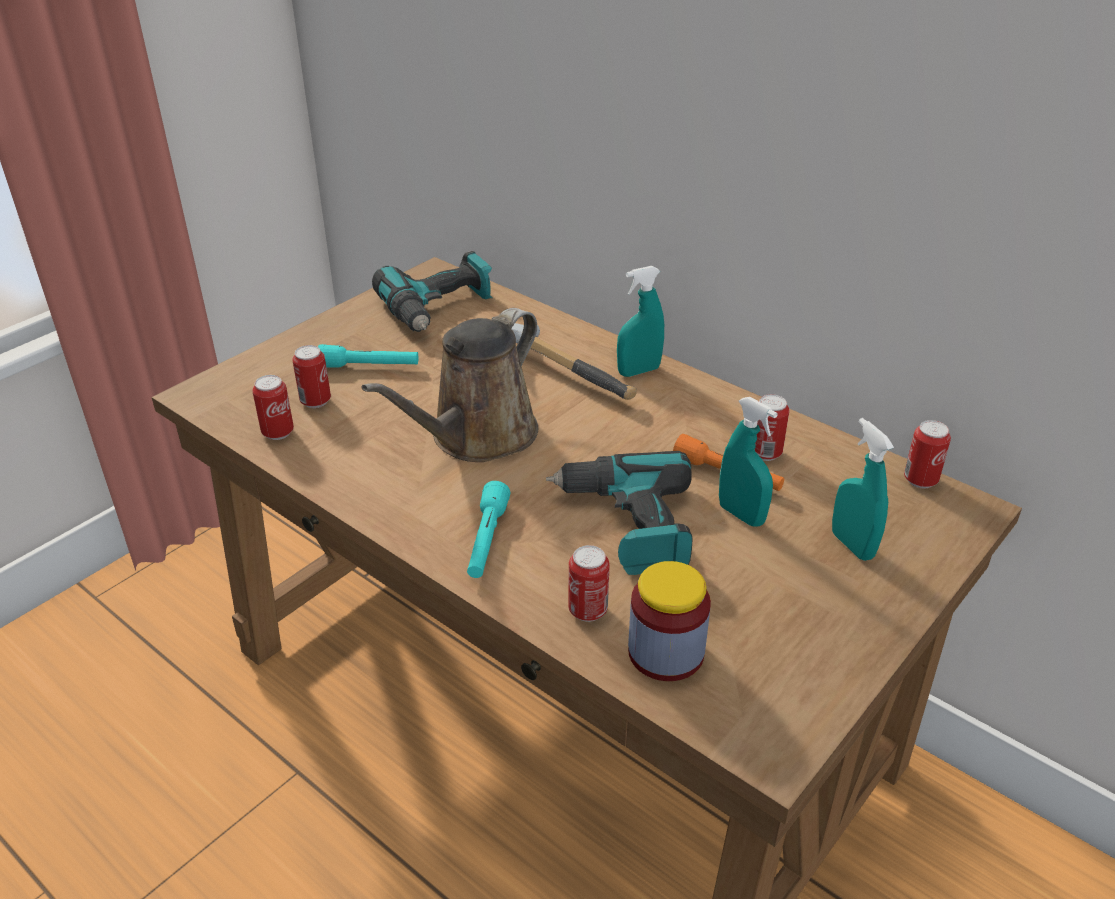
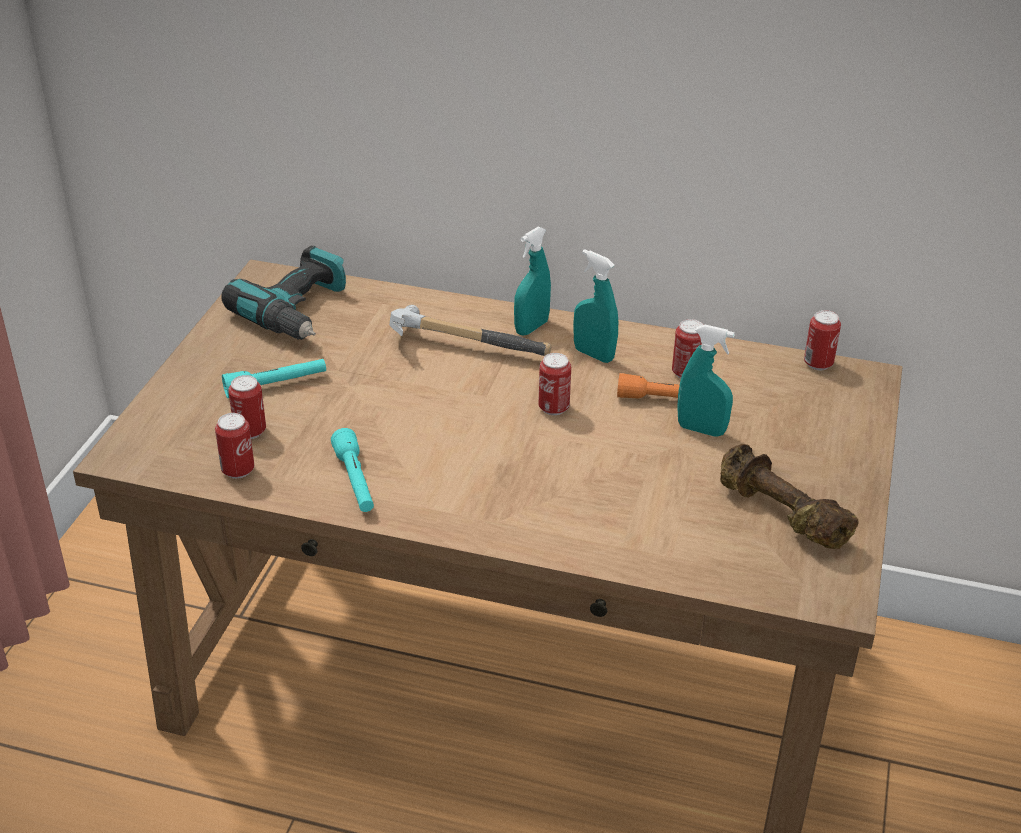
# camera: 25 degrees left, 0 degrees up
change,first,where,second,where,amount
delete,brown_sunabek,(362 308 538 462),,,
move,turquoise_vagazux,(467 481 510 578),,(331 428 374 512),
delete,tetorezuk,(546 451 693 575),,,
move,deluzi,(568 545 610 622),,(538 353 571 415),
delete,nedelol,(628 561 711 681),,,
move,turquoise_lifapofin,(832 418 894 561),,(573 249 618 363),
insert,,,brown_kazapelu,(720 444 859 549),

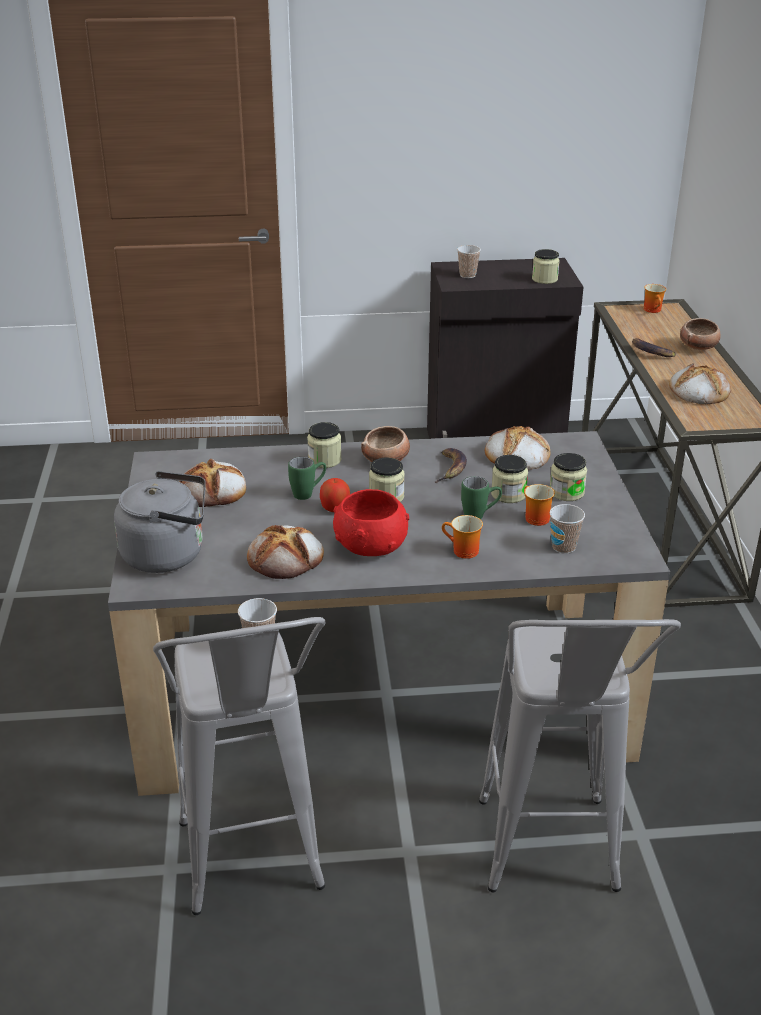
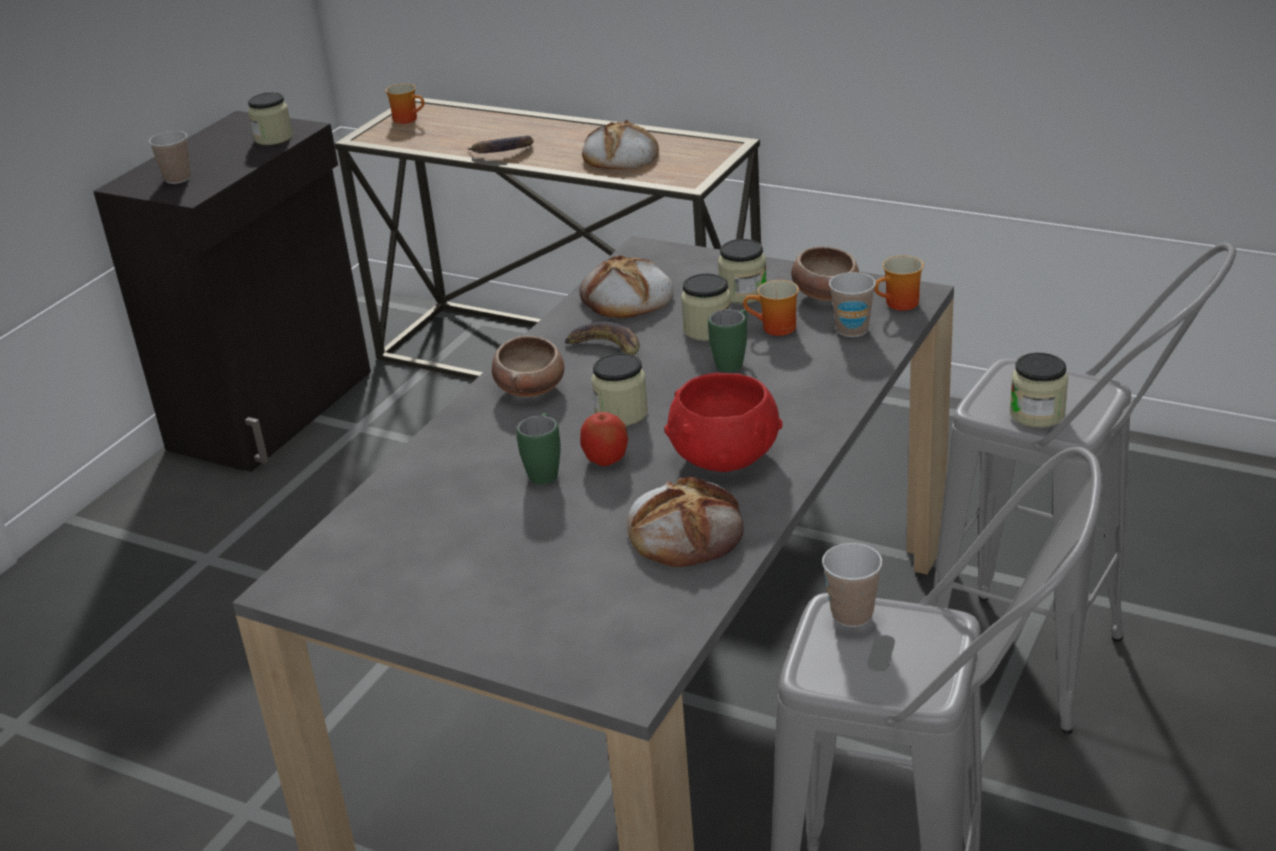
# camera: 55 degrees left, 0 degrees up
change,first,where,second,where,amount
delete,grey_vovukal,(114 471 206 573),,,
delete,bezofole,(179 459 246 507),,,
move,nedelol,(307 422 342 468),,(1010 353 1068 428),
move,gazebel,(442 515 483 559),,(874 255 924 311),
move,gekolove,(680 318 720 350),,(791 246 859 301),

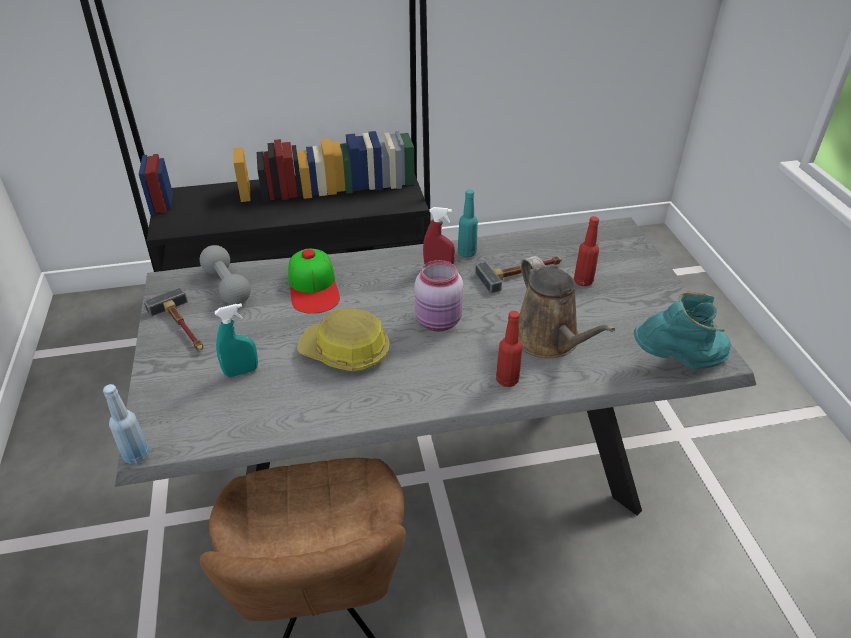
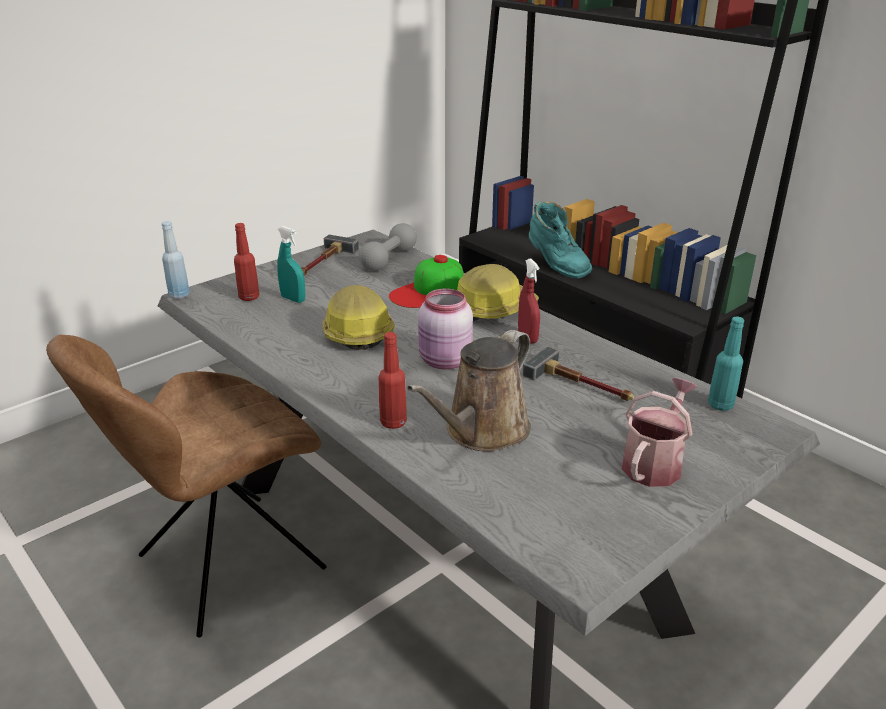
# camera: 60 degrees right, 10 degrees down
change,first,where,second,where,amount
move,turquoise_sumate,(458 190 478 257),,(708 317 744 411),
move,red_sumate,(574 216 599 286),,(234 223 259 301),
move,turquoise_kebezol,(634 292 731 369),,(529 201 592 278),
insert,,,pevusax,(457 264 539 321),
insert,,,sunabek,(622 378 697 487),

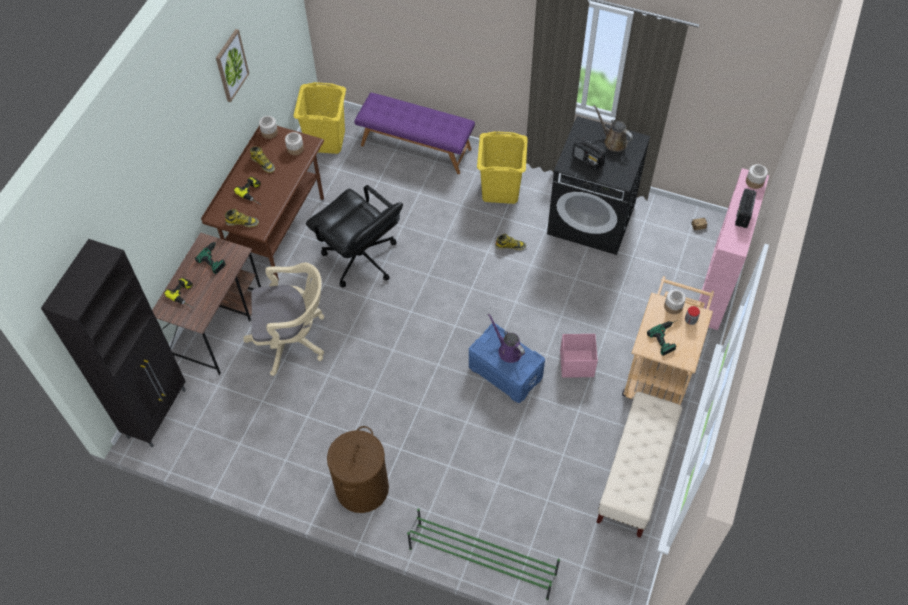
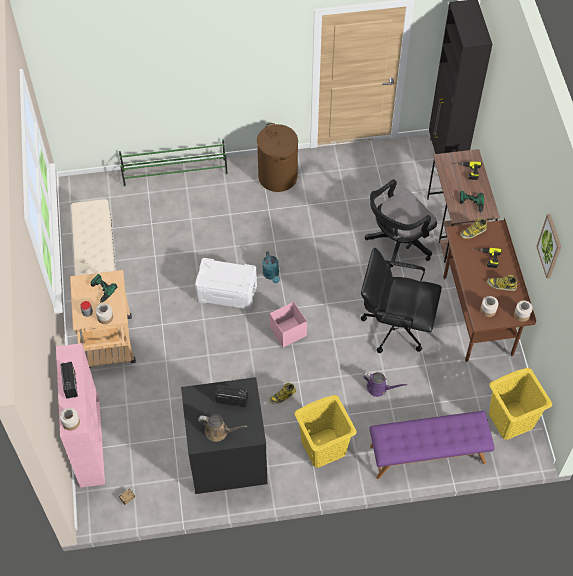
# camera: 150 degrees right, 0 degrees up
change,first,where,second,where,amount
recolor,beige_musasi,(243 263 324 376),black_musasi,(365 179 437 268),
recolor,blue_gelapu,(469 323 545 403),white_gelapu,(195 258 257 310),
move,purple_sunabek,(488 314 525 363),,(363 372 407 397),
move,pink_gelapu,(560 334 598 378),,(270 302 307 347),
insert,,,turquoise_sunabek,(262 251 280 283),

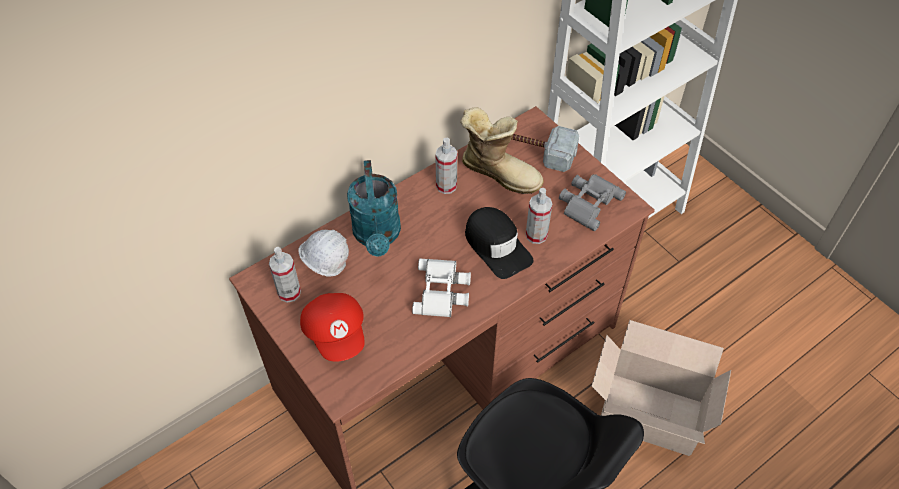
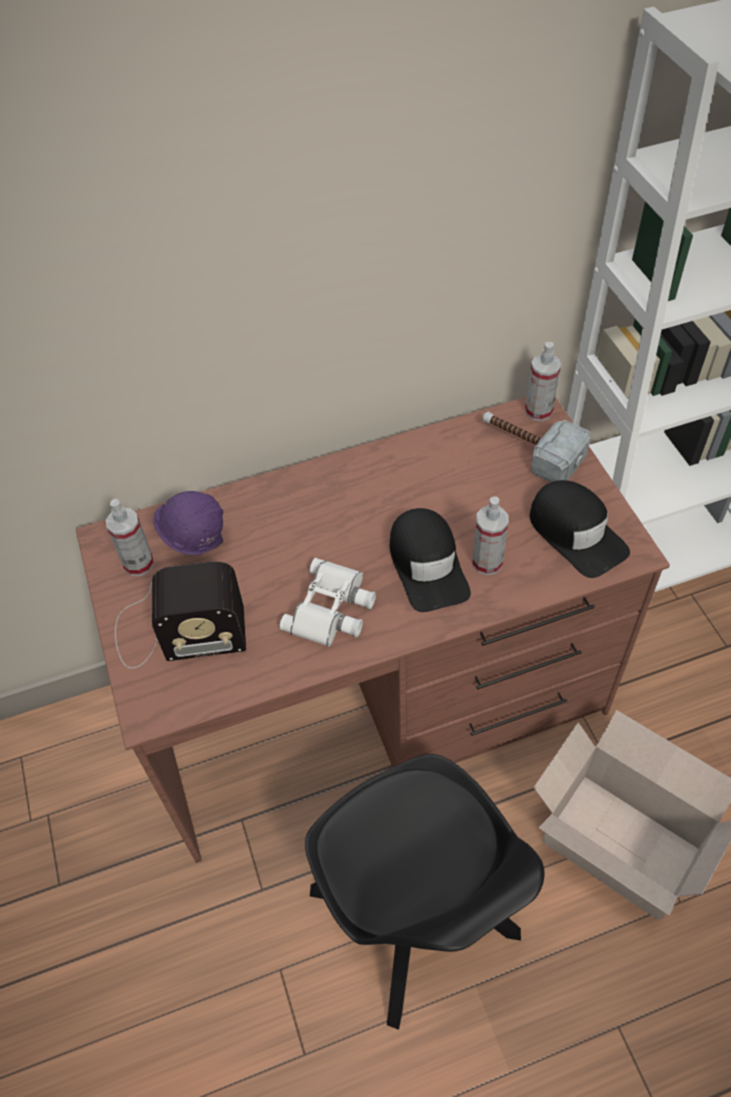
# camera: 20 degrees right, 0 degrees up
change,first,where,second,where,amount
recolor,white_pevusax,(298 230 349 277),purple_pevusax,(153 491 224 555),
replace,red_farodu,(300 293 365 362),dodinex,(115 561 246 669),
delete,turquoise_sunabek,(347 160 401 257),,,
move,lifapofin,(435 138 457 194),,(525 342 561 421),
delete,kebezol,(460 107 544 194),,,
replace,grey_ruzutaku,(559 174 626 231),black_farodu,(530 480 630 578),

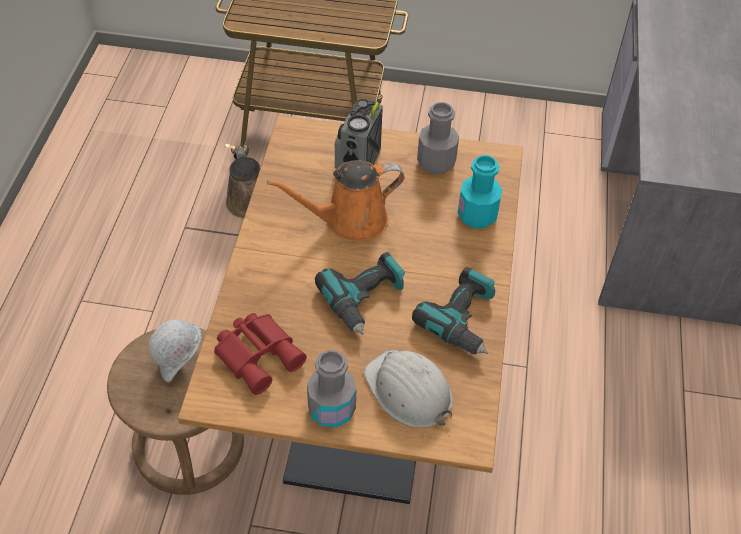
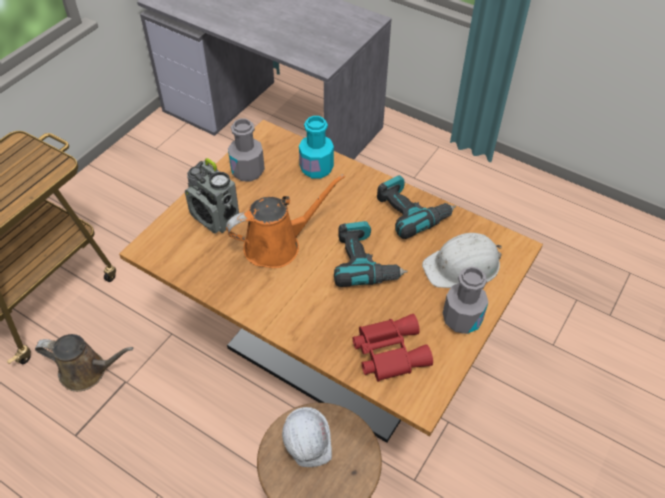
# camera: 65 degrees left, 0 degrees up
change,first,where,second,where,amount
rotate,orange_sunabek,(267 160 405 241),,(226 174 345 268),120 degrees counterclockwise

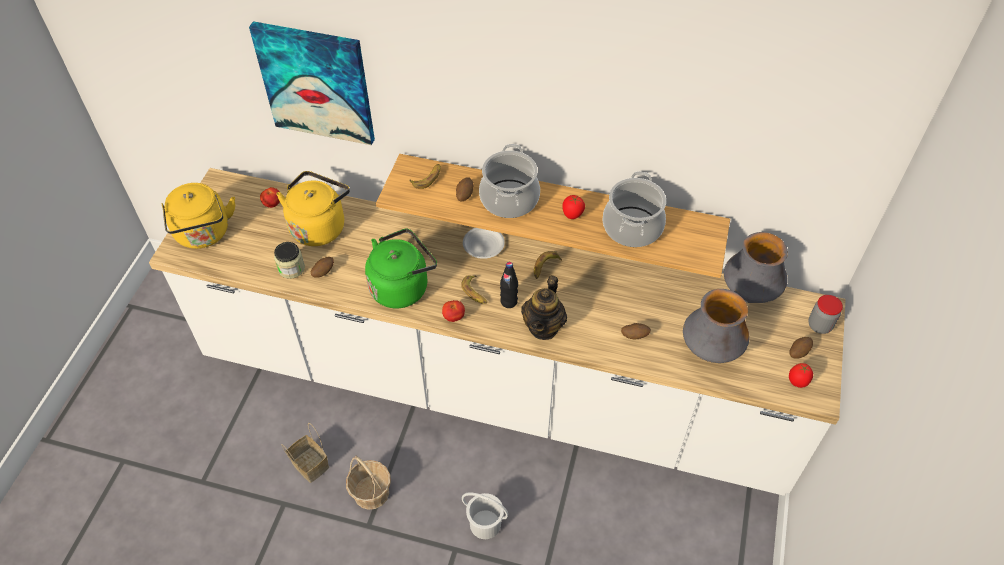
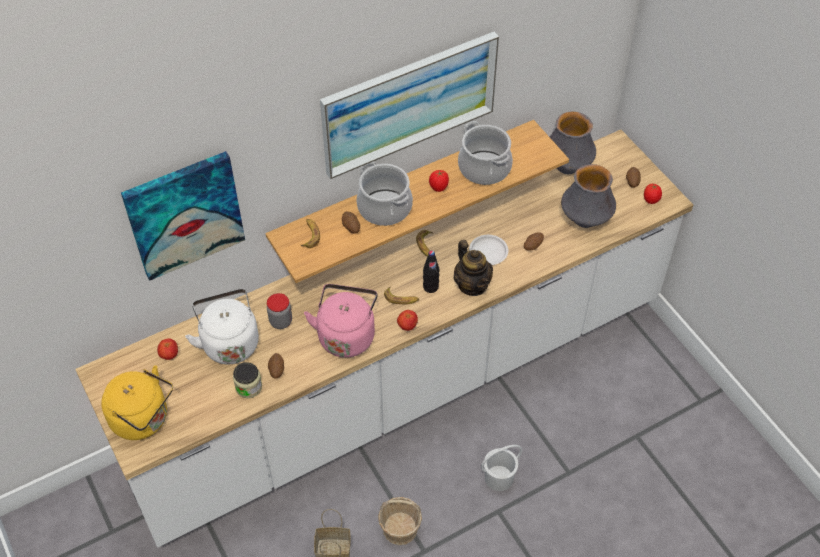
# camera: 45 degrees left, 0 degrees up
change,first,where,second,where,amount
recolor,yellow_vovukal,(276 171 350 246),white_vovukal,(185 289 259 364),
recolor,green_vovukal,(365 228 437 309),pink_vovukal,(304 284 378 358),
move,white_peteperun,(463 228 505 259),,(469 235 508 265),
move,nedelol,(808 295 843 334),,(267 293 292 329),
insert,,,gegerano,(320 32 499 179),

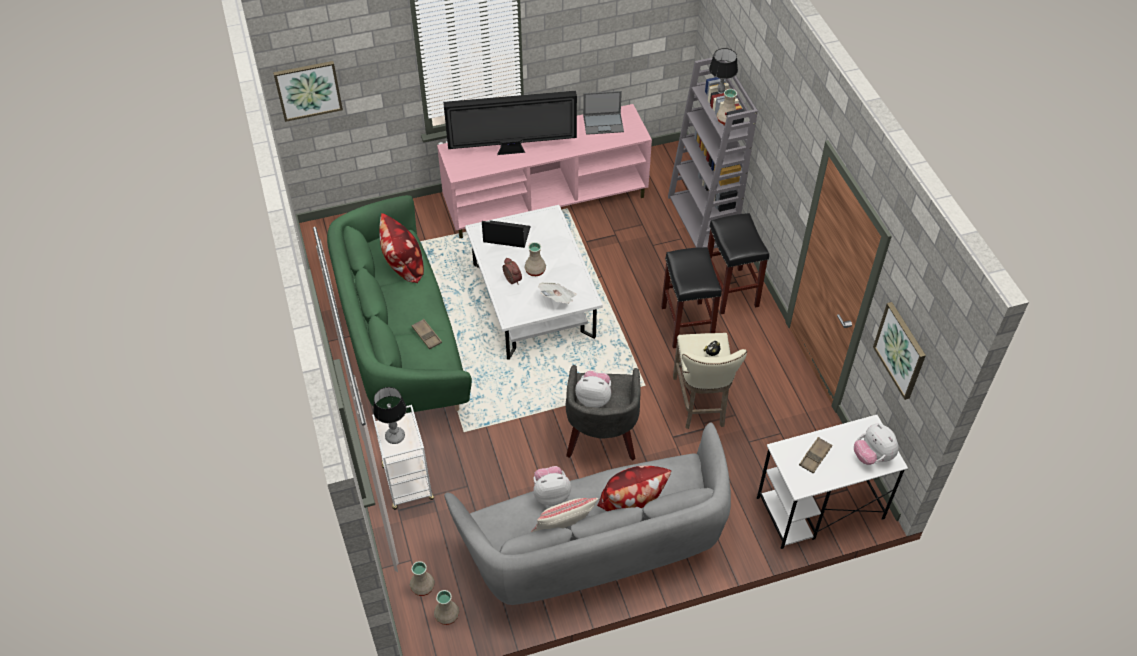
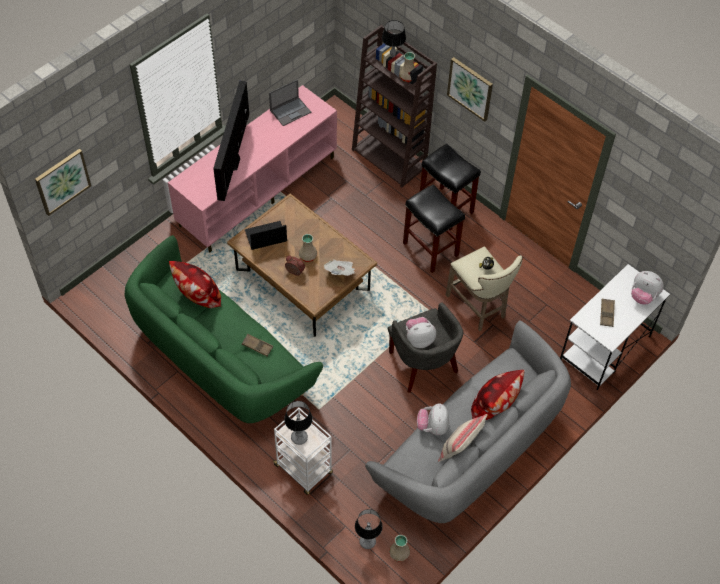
# camera: 30 degrees left, 5 degrees up
change,first,where,second,where,amount
replace,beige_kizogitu,(410 561 435 596),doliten,(355 509 383 549),
rotate,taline,(443 91 577 155),,(213 80 249 201),135 degrees clockwise
recolor,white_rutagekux,(465 205 603 360),brown_rutagekux,(227 194 377 337),
rotate,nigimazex,(533 466 571 506),,(417 404 449 435),45 degrees counterclockwise
recolor,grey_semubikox,(668 57 758 248),brown_semubikox,(352 25 437 188),
move,gegerano,(873 302 926 400),,(447 57 493 122),

